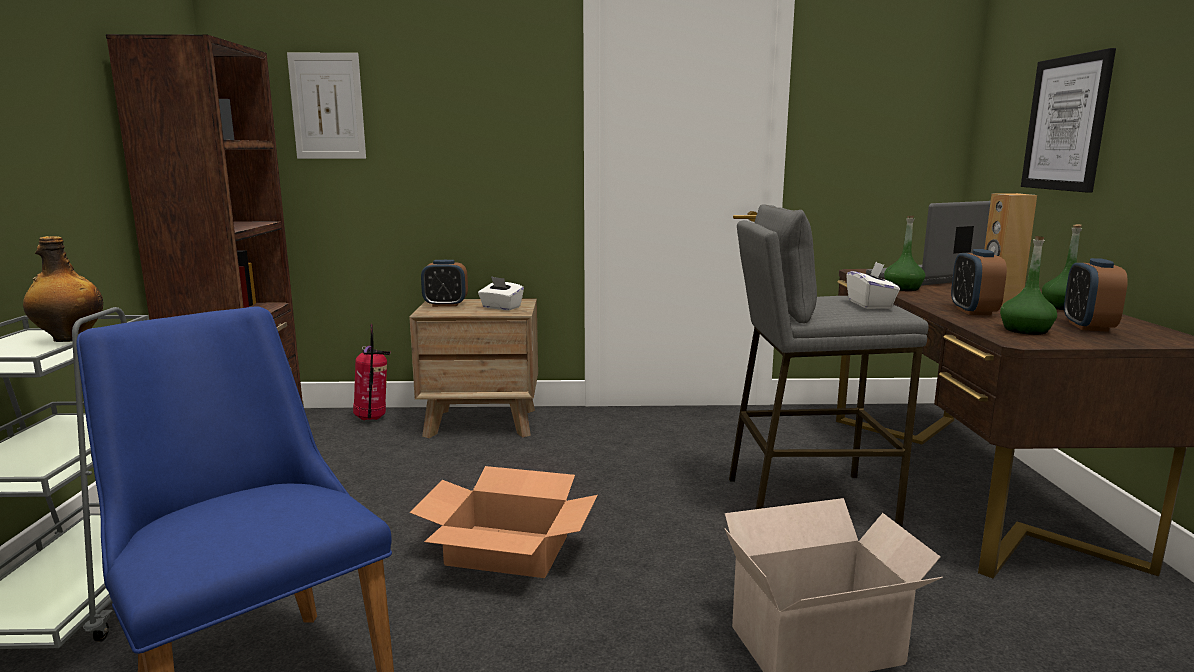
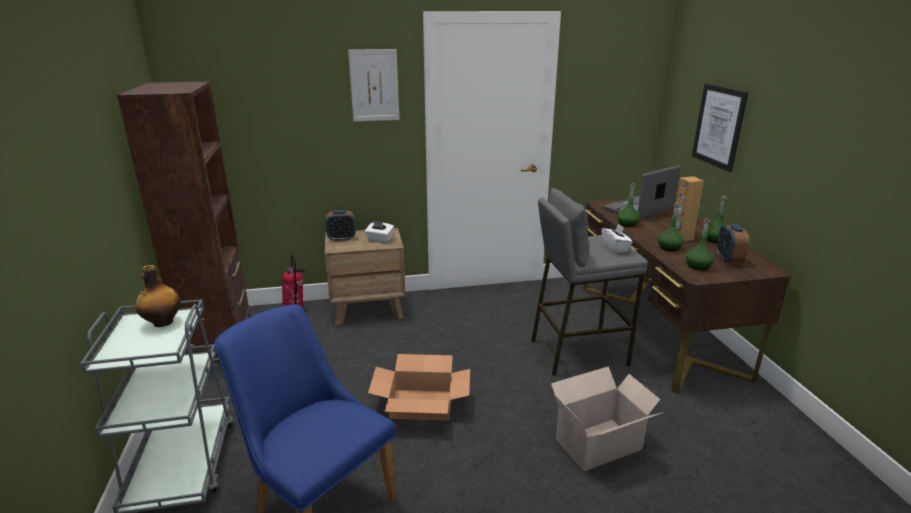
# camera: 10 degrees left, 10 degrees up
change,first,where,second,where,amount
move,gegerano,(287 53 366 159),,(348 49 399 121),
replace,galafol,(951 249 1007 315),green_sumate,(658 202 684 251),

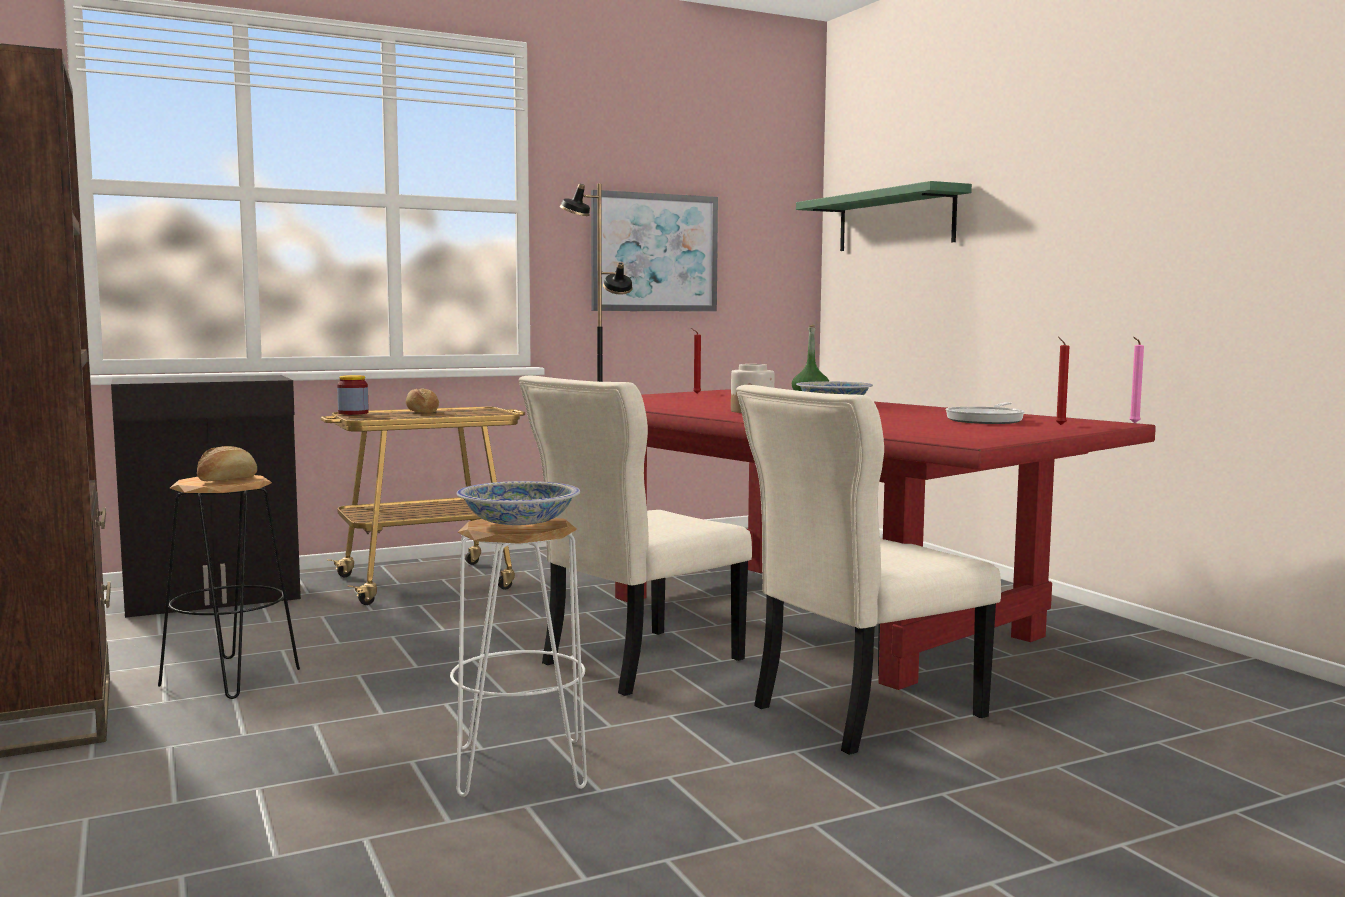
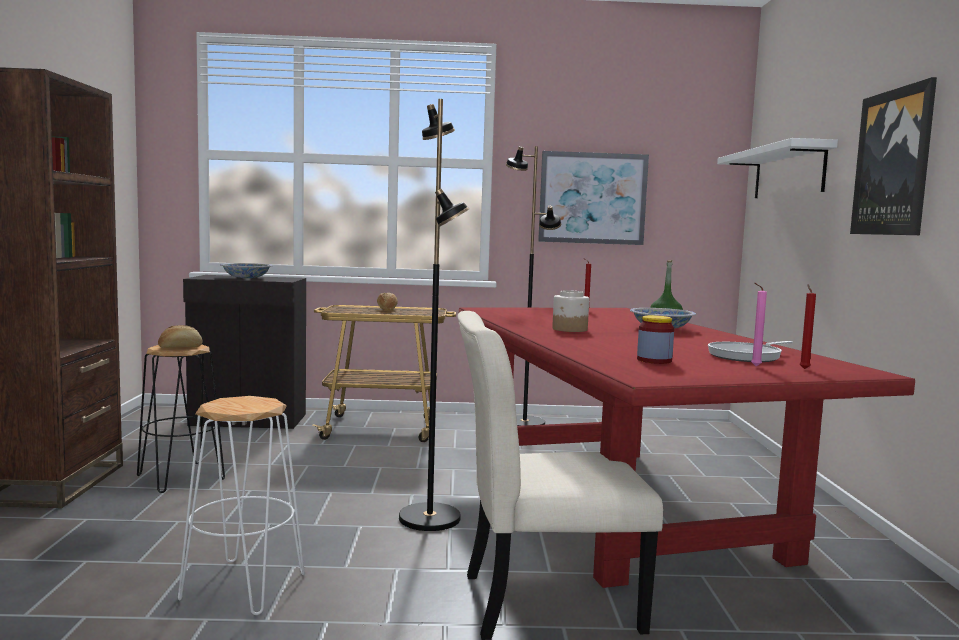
# camera: 25 degrees right, 0 degrees up
change,first,where,second,where,amount
move,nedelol,(337 375 369 415),,(637 315 674 364),
move,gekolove,(457 481 580 525),,(220 263 273 279),
replace,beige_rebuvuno,(519 376 752 696),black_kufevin,(399 99 469 531),
recolor,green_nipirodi,(796 181 972 251),white_nipirodi,(717 138 838 198),
move,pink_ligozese,(1129 337 1144 424),,(751 283 767 367),
insert,,,gegerano,(850 77 937 235),

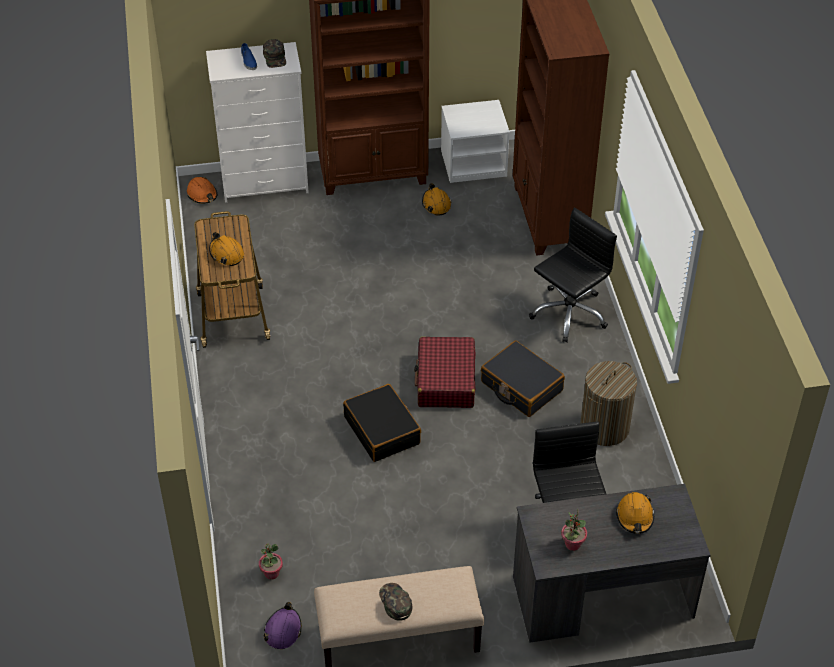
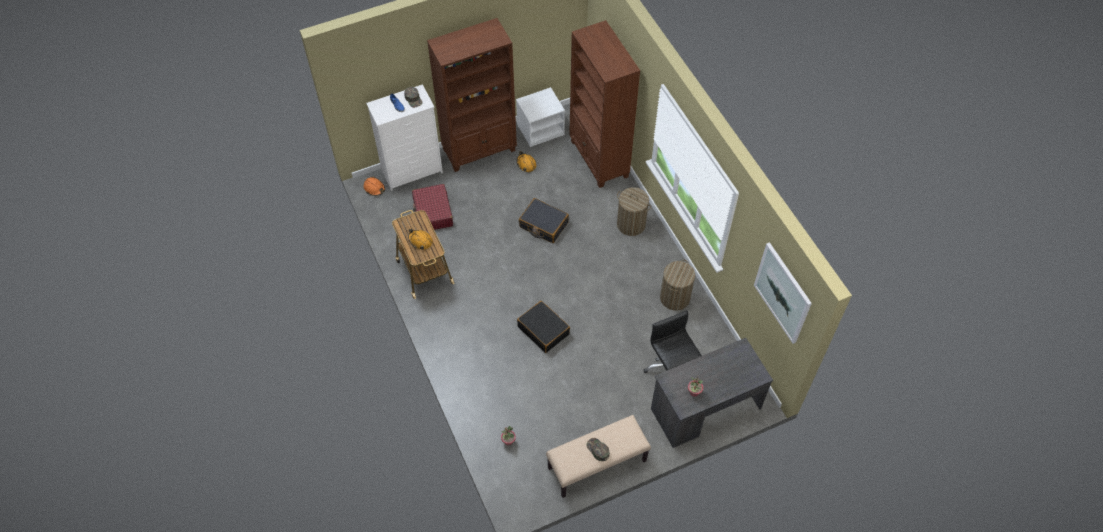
# camera: 15 degrees left, 10 degrees up
change,first,where,second,where,amount
delete,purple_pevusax,(263 602 302 649),,,
move,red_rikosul,(414 337 476 408),,(412 184 453 230),
move,black_rikosul,(481 340 565 417),,(519 198 569 243),
replace,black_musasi,(529 208 617 343),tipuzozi,(617 187 651 236),
delete,orange_pevusax,(616 492 654 534),,,
insert,,,gegerano,(754 242 812 344),

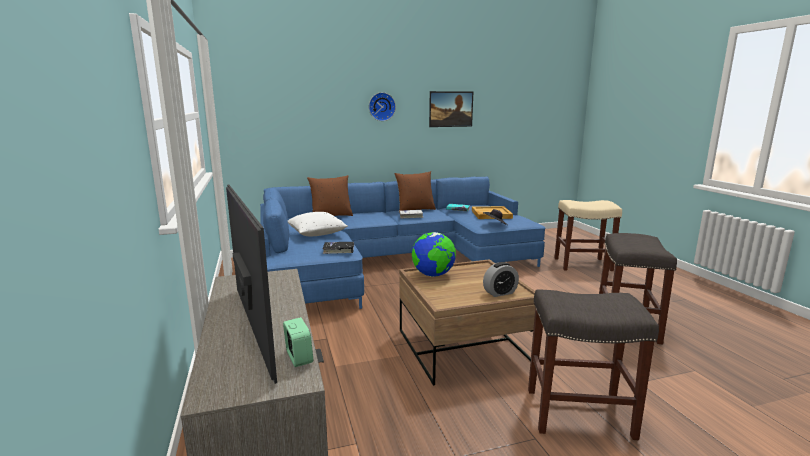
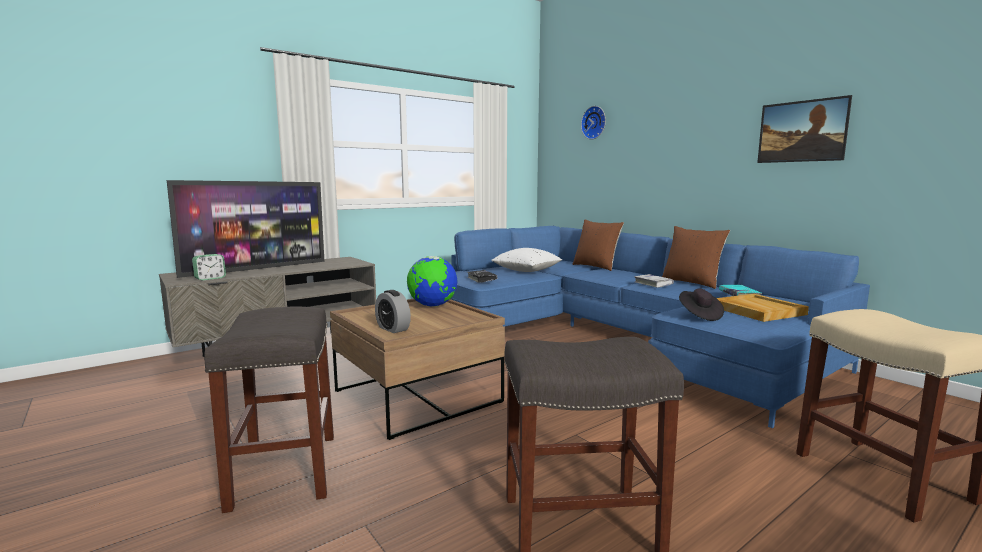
# camera: 70 degrees right, 5 degrees down
change,first,where,second,where,amount
move,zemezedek,(369 92 396 121),,(581 106 606 139),

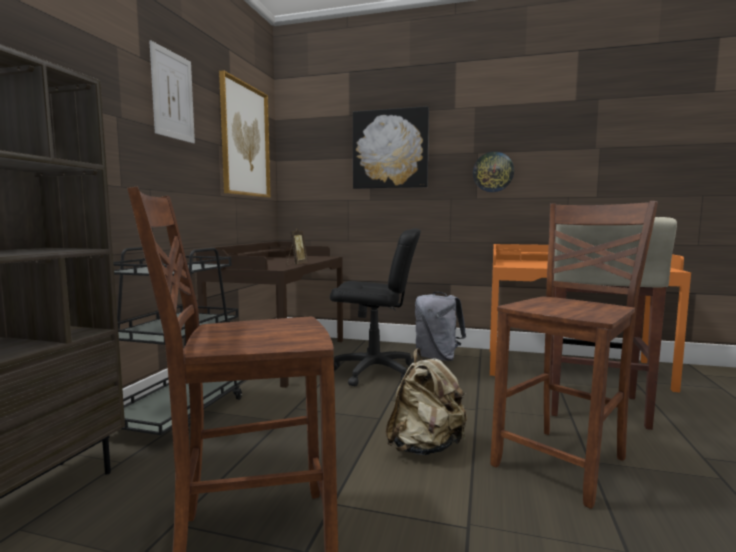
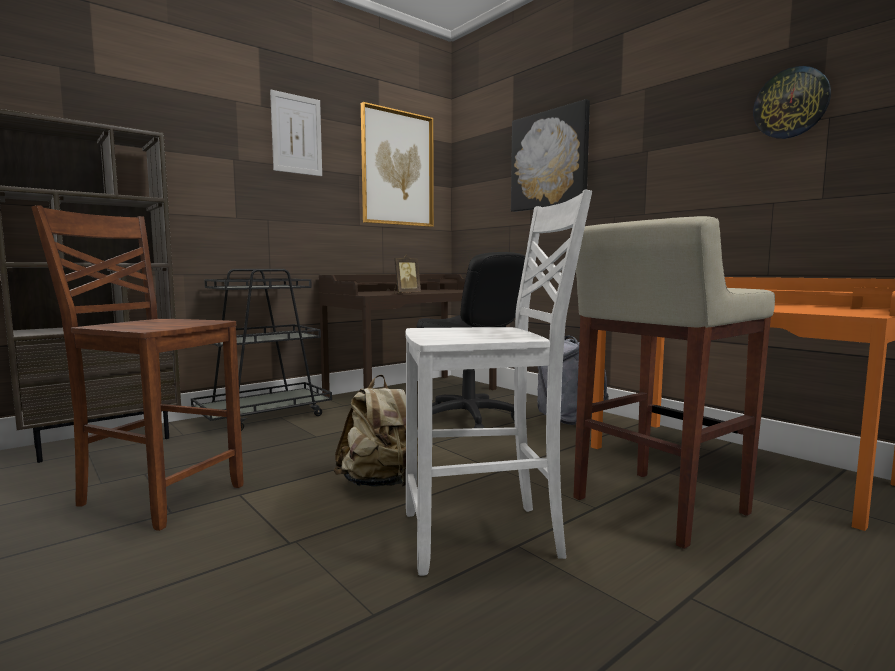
# camera: 35 degrees right, 0 degrees up
change,first,where,second,where,amount
move,zemezedek,(473 151 514 192),,(753 66 831 139),
recolor,brown_rebuvuno,(490 201 658 509),white_rebuvuno,(406 190 592 576),

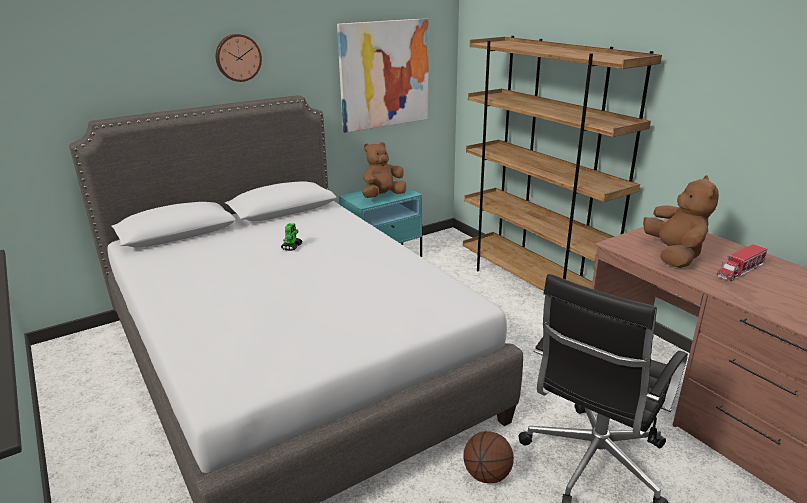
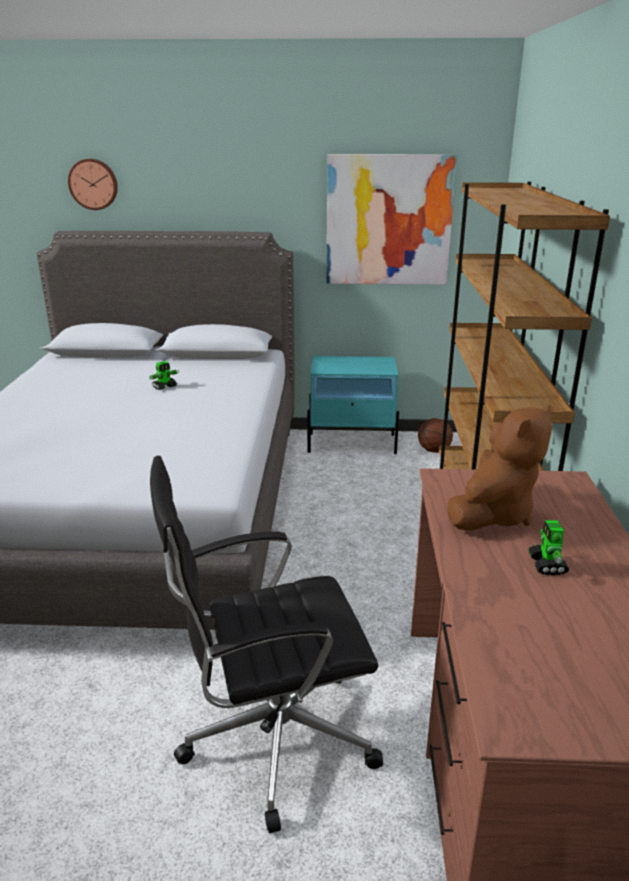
# camera: 35 degrees right, 0 degrees up
change,first,where,second,where,amount
move,zemezedek,(216 34 262 82),,(68 159 118 210),
delete,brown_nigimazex,(363 142 406 198),,,
move,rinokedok,(463 431 514 483),,(418 418 453 453),
replace,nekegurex,(717 244 768 281),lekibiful,(528 520 569 575),

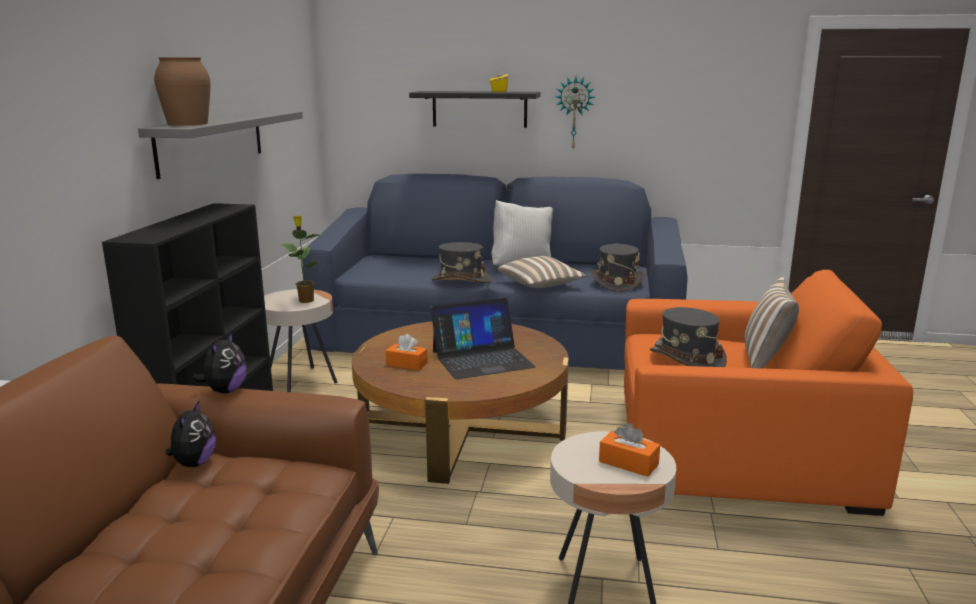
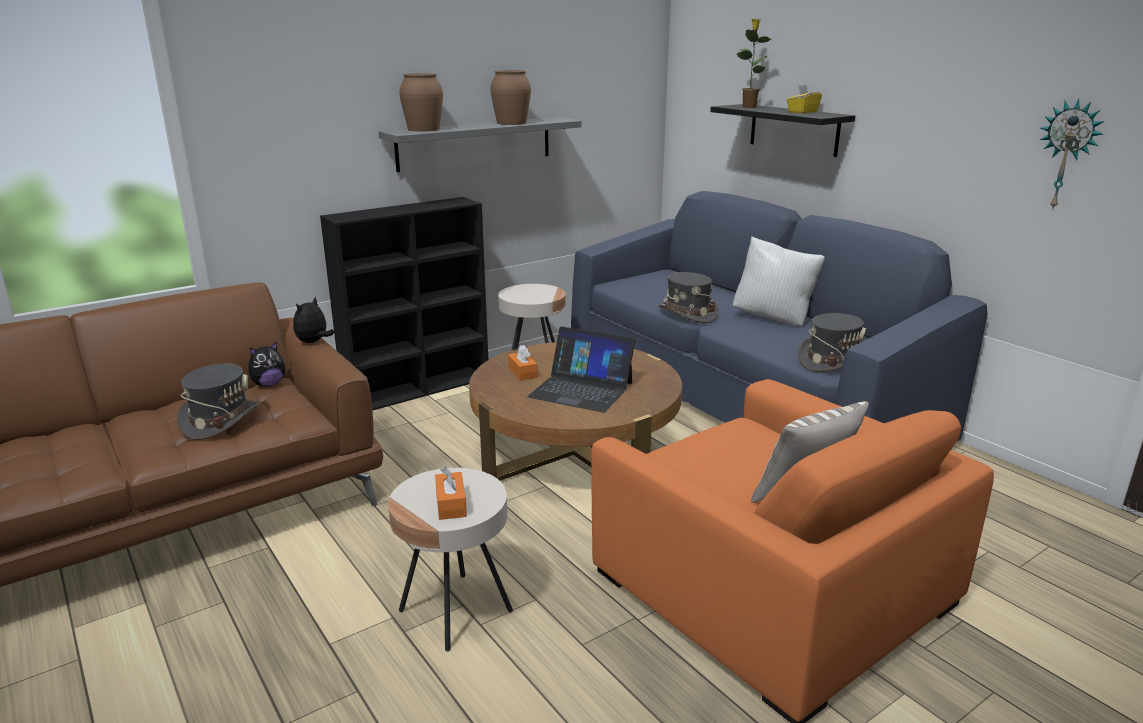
# camera: 45 degrees right, 5 degrees up
change,first,where,second,where,amount
rotate,nigimazex,(192 331 247 393),,(293 297 335 343),150 degrees clockwise
move,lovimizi,(282 215 324 303),,(737 19 772 108),
delete,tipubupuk,(497 256 586 288),,,
move,zemezedek,(555 77 595 149),,(1040 99 1105 210),
move,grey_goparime,(650 307 727 367),,(177 363 260 440),
insert,,,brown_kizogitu,(491 70 531 125),

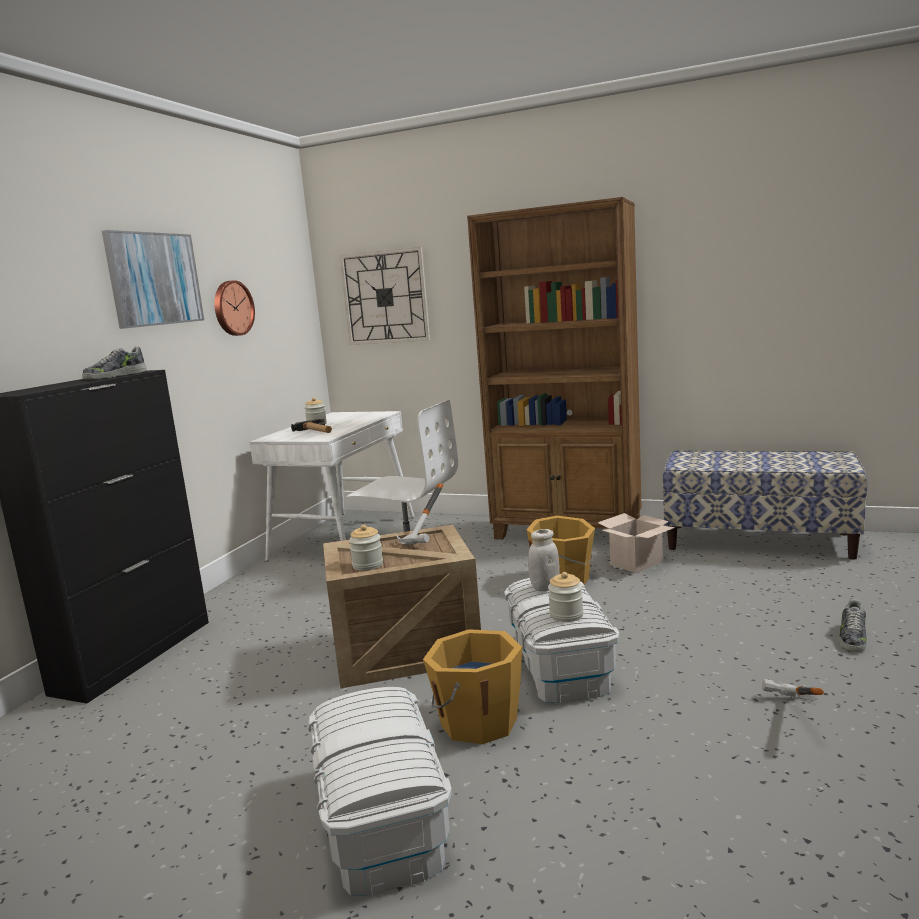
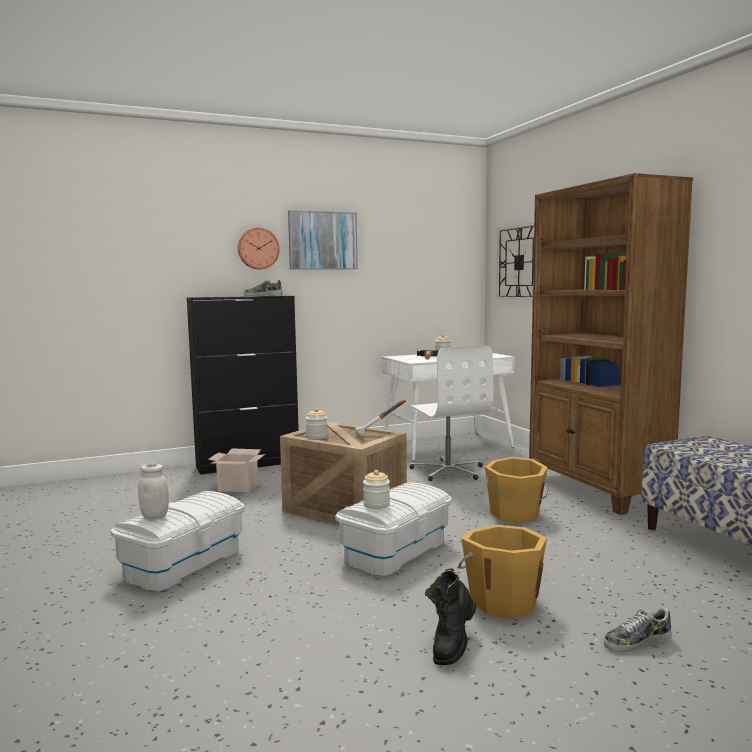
# camera: 45 degrees right, 5 degrees down
change,first,where,second,where,amount
move,zemezedek,(214 280 255 336),,(238 227 279 270),
move,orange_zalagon,(423 629 522 744),,(458 525 547 619),
move,white_nedelol,(528 529 559 591),,(138 464 169 519),
move,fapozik,(598 513 675 573),,(208 448 265 493),
replace,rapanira,(762 679 824 700),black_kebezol,(425 568 476 665),

